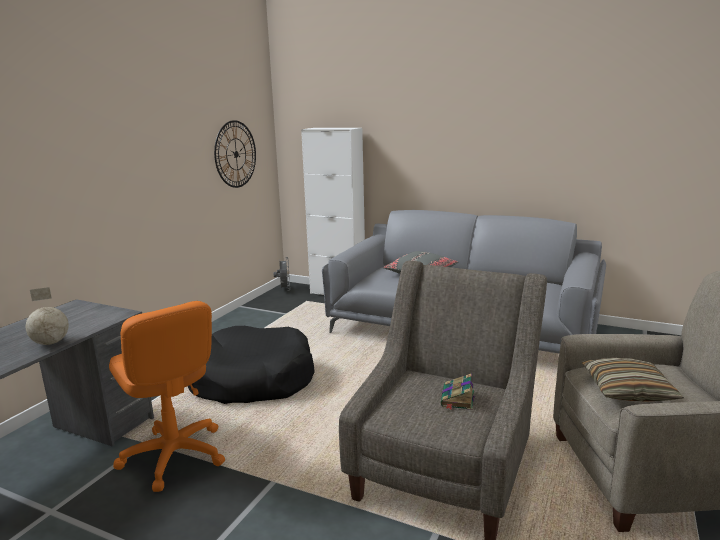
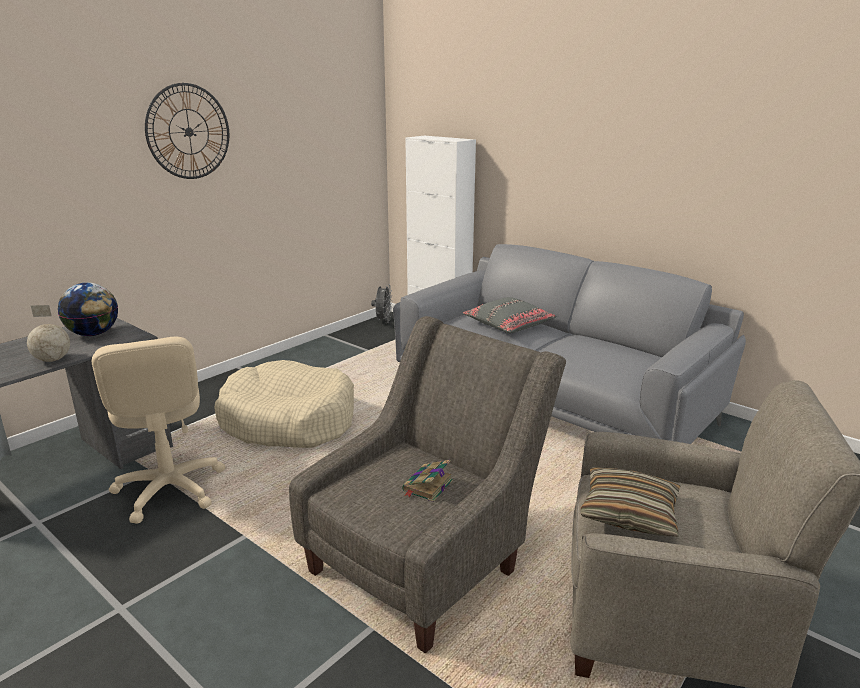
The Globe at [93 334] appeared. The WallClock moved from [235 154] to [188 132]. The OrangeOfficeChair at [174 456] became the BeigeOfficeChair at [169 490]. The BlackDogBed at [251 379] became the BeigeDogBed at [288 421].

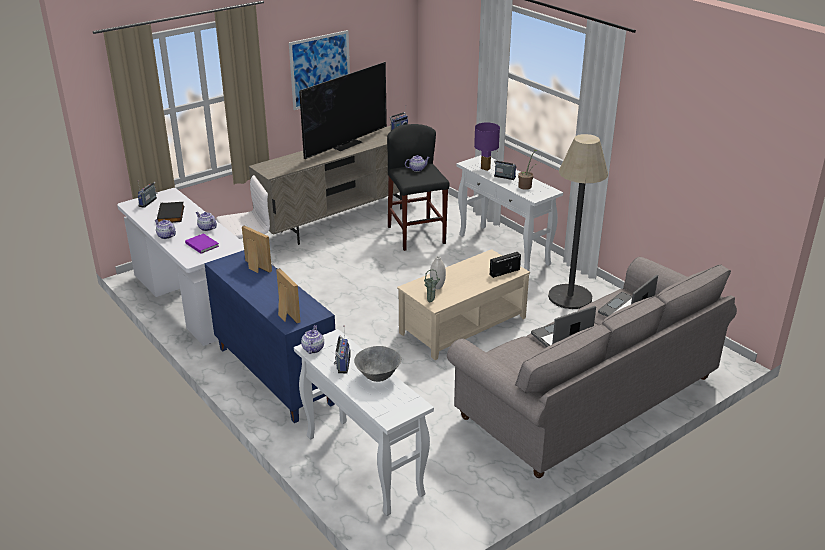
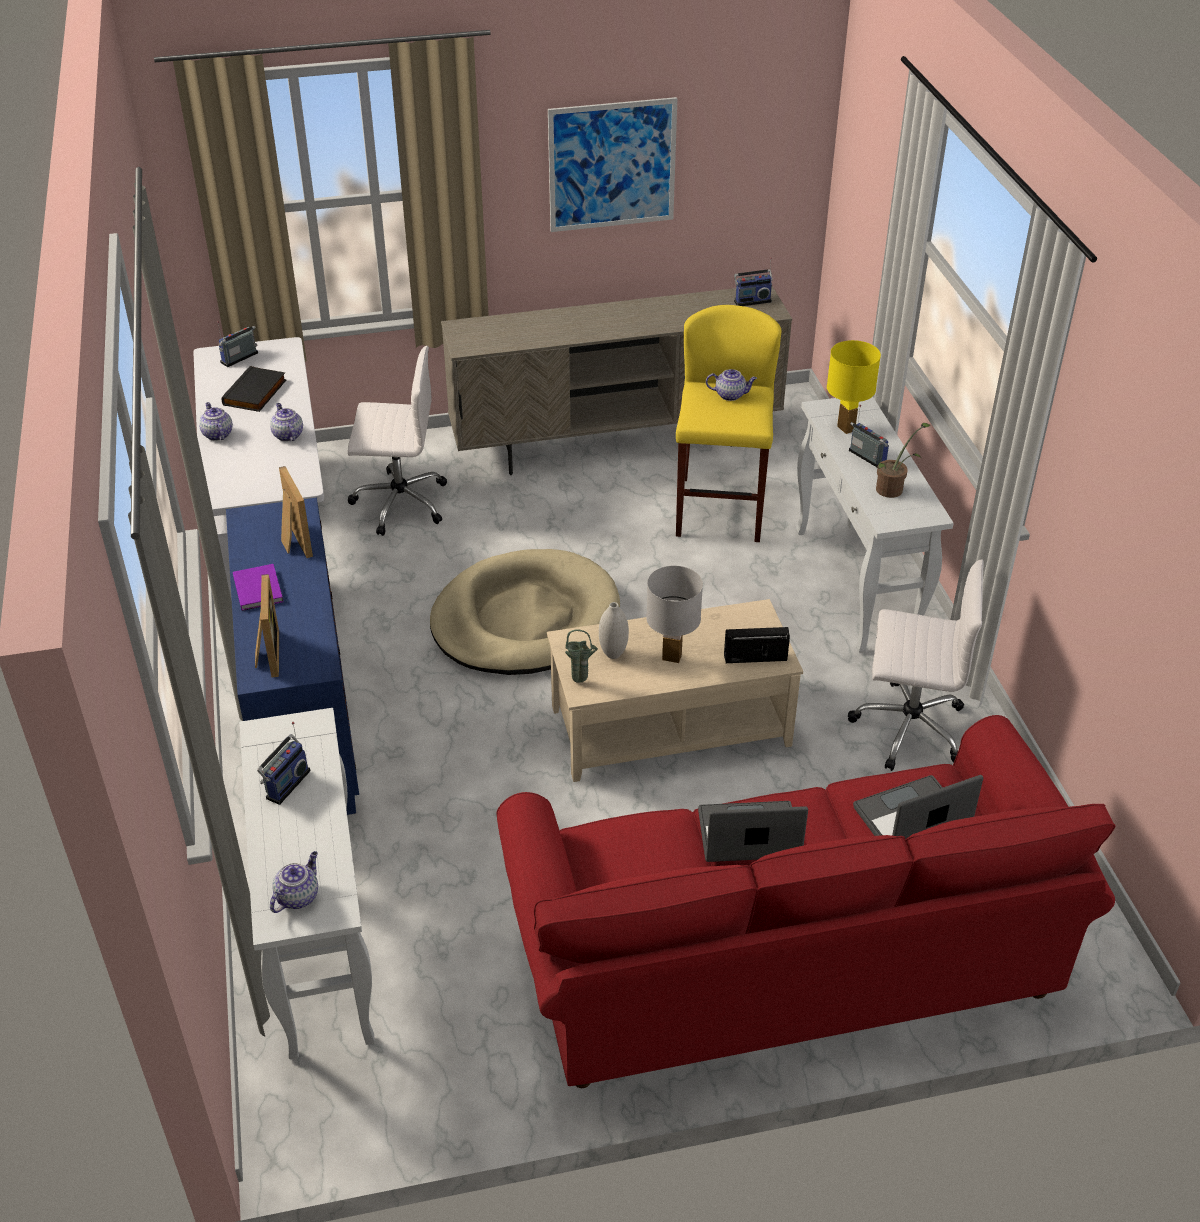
The Television at [346 144] disappeared. The GreyBowl at [378 377] disappeared. The BeigeDogBed at [525 620] appeared. The WhiteTableLamp at [672 657] appeared. The PurpleBook moved from [202 244] to [259 588]. The Teapot moved from [313 348] to [297 896]. The FloorLamp at [570 297] was replaced by the WhiteOfficeChair at [907 727]. The BlackStool at [416 235] became the YellowStool at [720 509]. The GreySofa at [587 398] became the RedSofa at [782 957]. The PurpleTableLamp at [485 168] became the YellowTableLamp at [845 428].

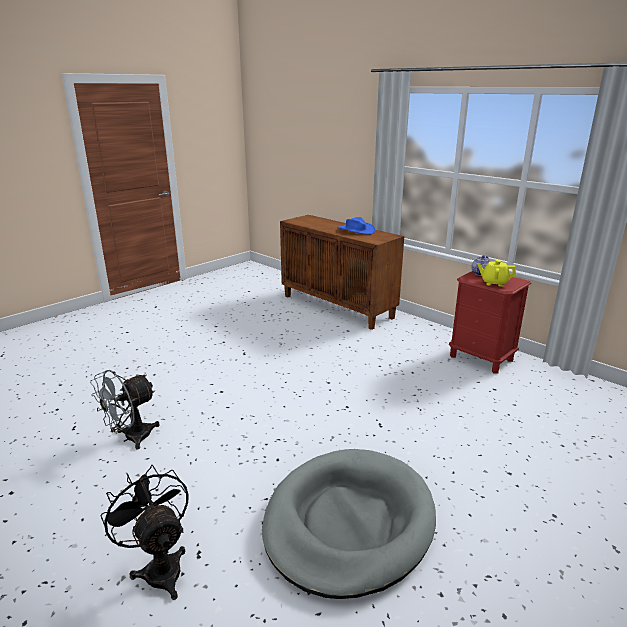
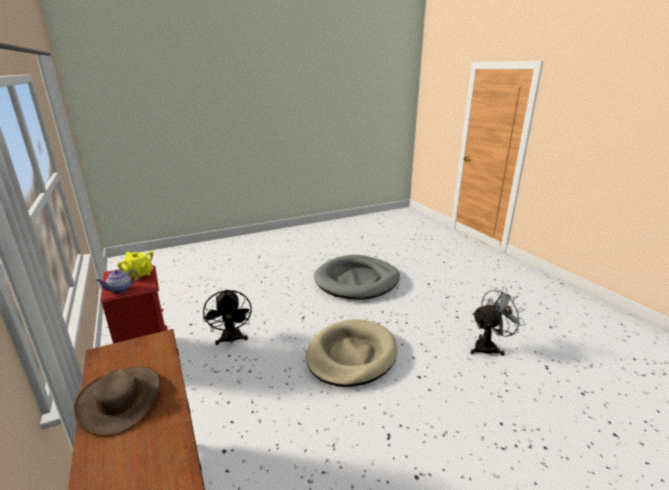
The BeigeDogBed at [351 355] appeared. The BlackFan moved from [159 567] to [231 340]. The BlueHat at [355 230] became the BrownHat at [121 399].

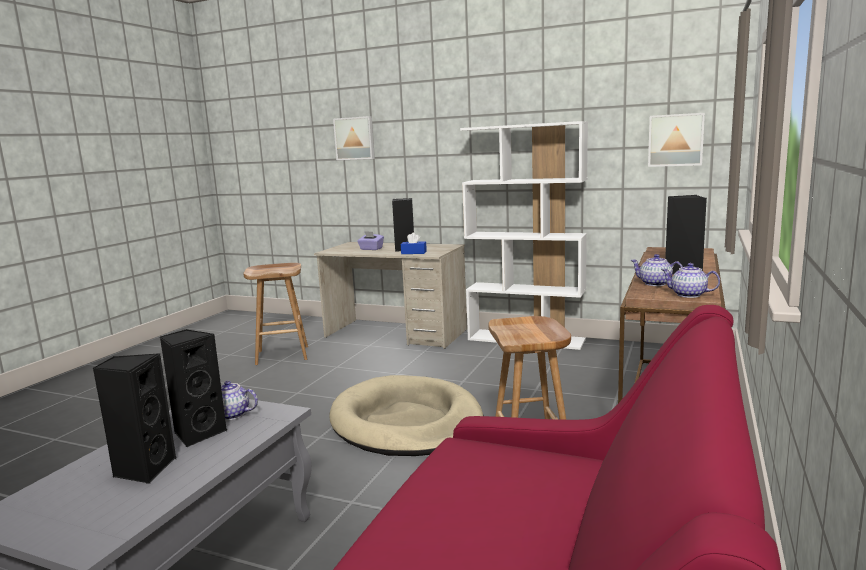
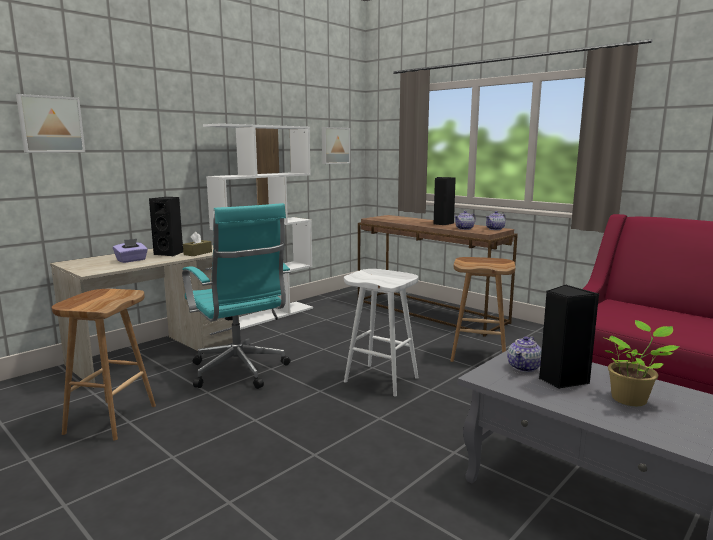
The TurquoiseOfficeChair at [240 372] appeared. The BlackSpeaker at [144 469] was replaced by the PottedPlant at [631 399]. The BeigeDogBed at [406 422] was replaced by the WhiteStool at [382 379]. The BlueTissueBox at [413 253] became the BrownTissueBox at [198 253].

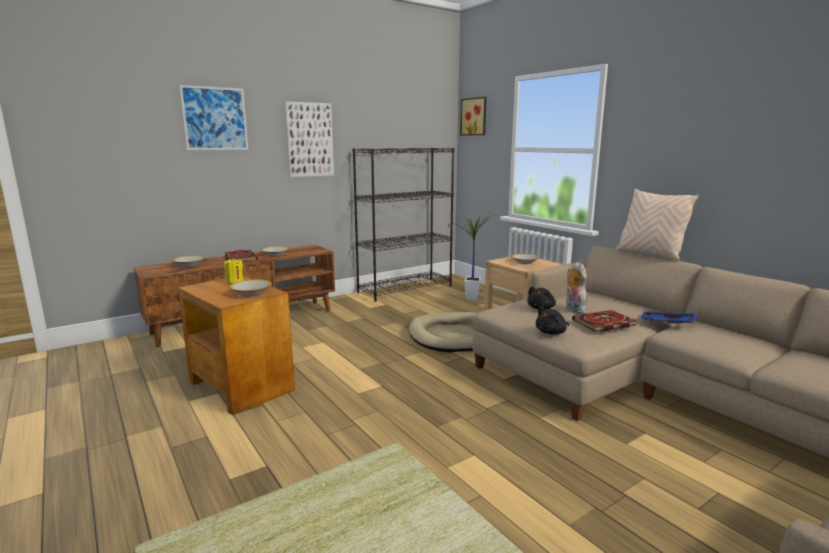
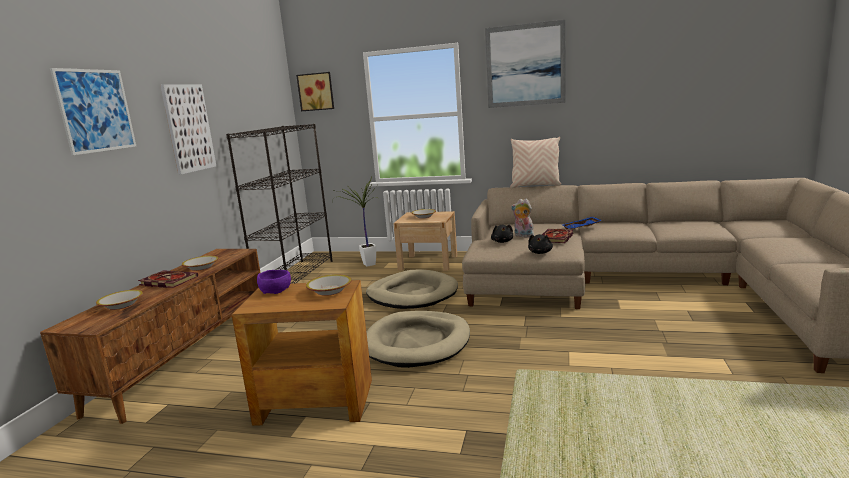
The BeigeDogBed at [417 342] appeared. The Picture at [525 65] appeared. The YellowCandle at [234 281] was replaced by the PurpleBowl at [276 290].

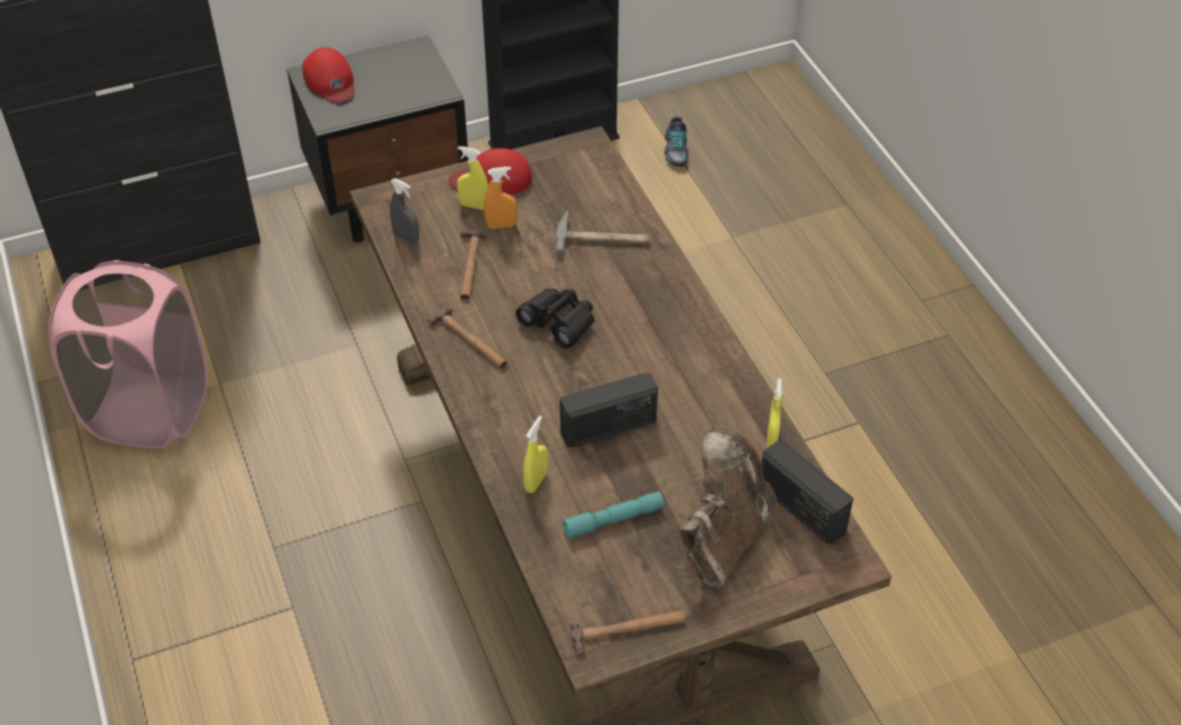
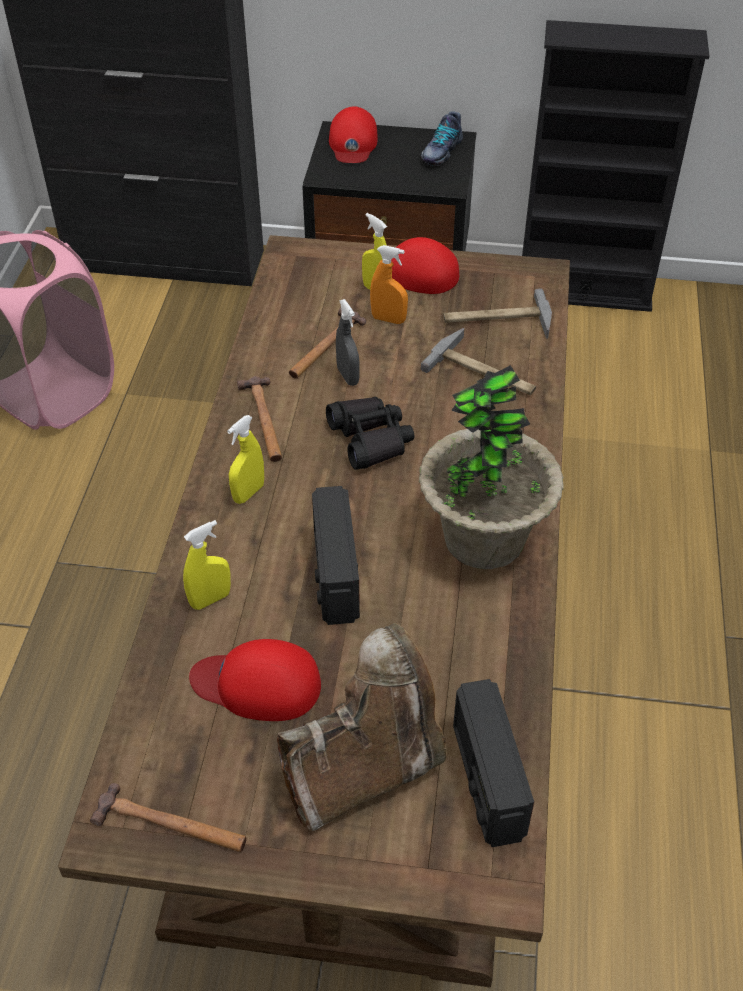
The PottedPlant at [483 538] appeared. The Hammer at [497 320] appeared. The GreySprayBottle moved from [406 238] to [348 376]. The Shoe moved from [675 151] to [441 151]. The YellowSprayBottle moved from [772 441] to [248 493]. The TurquoiseFlashlight at [613 520] was replaced by the RedCap at [258 684]. The Radio at [608 427] turned 75 degrees clockwise.

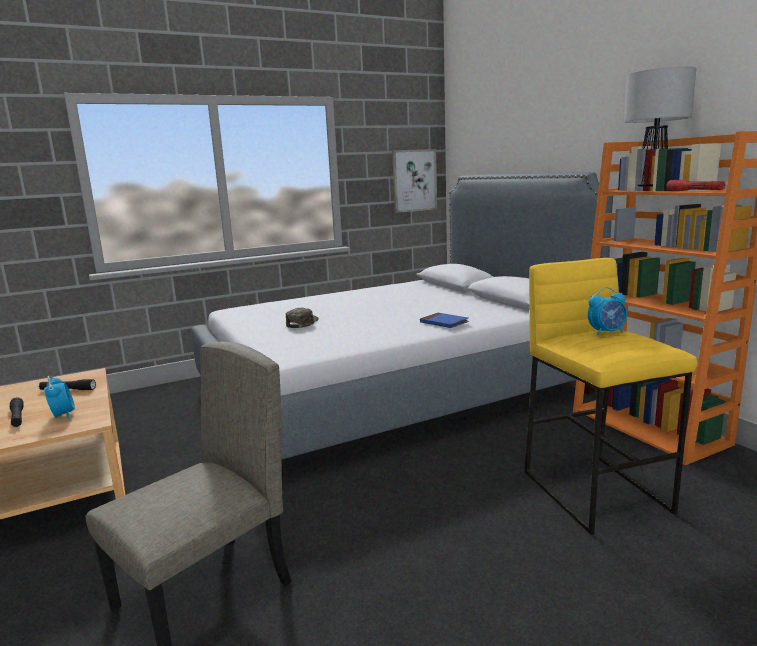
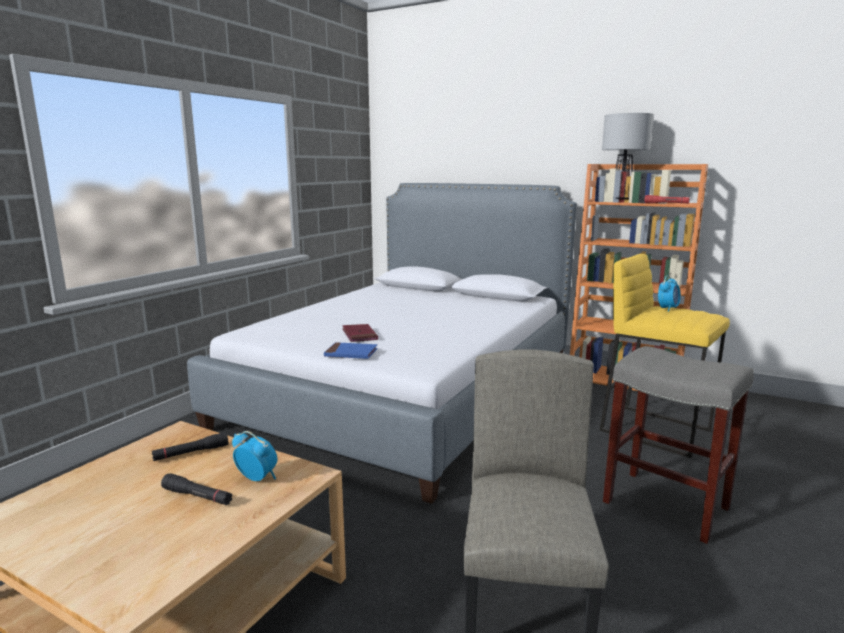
The Picture at [414 180] disappeared. The GreyStool at [667 505] appeared. The BlueBook moved from [444 323] to [351 353]. The GreenCap at [302 323] was replaced by the RedBook at [359 335].

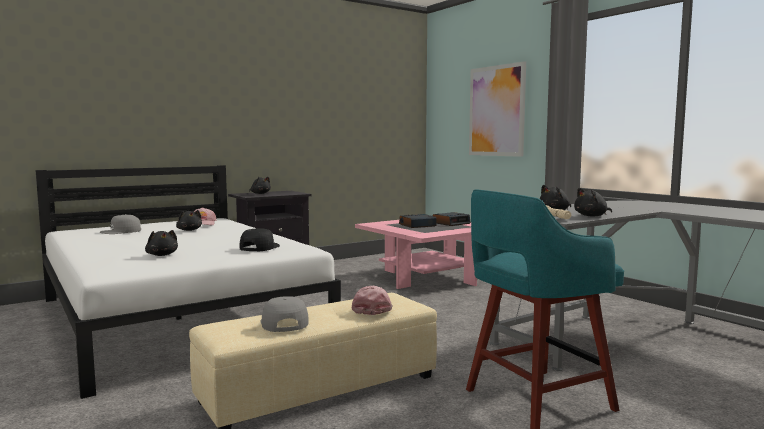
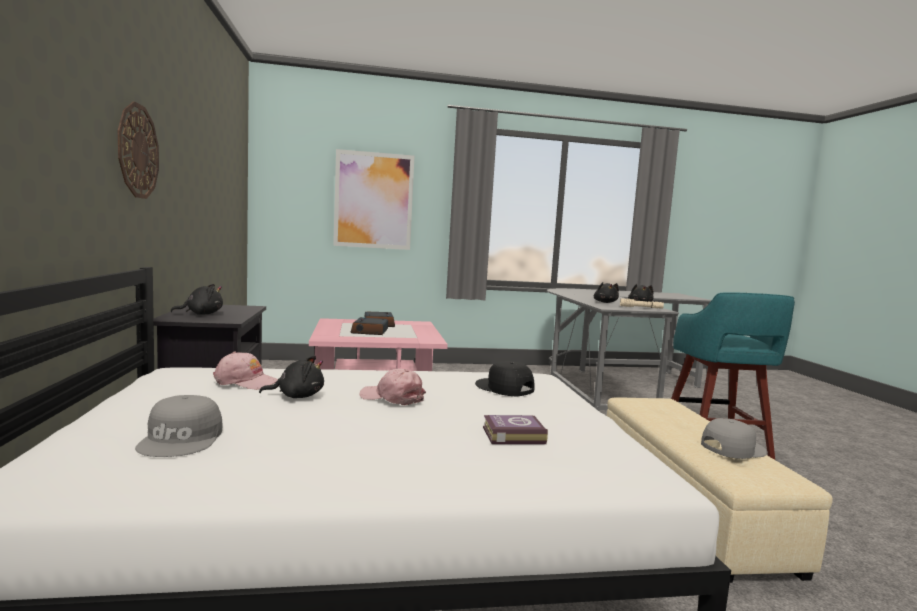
The WallClock at [137 151] appeared. The PinkCap moved from [371 308] to [392 397]. The BlackPlushToy at [162 255] was replaced by the Book at [511 435]. The GreyCap at [283 322] turned 150 degrees clockwise.

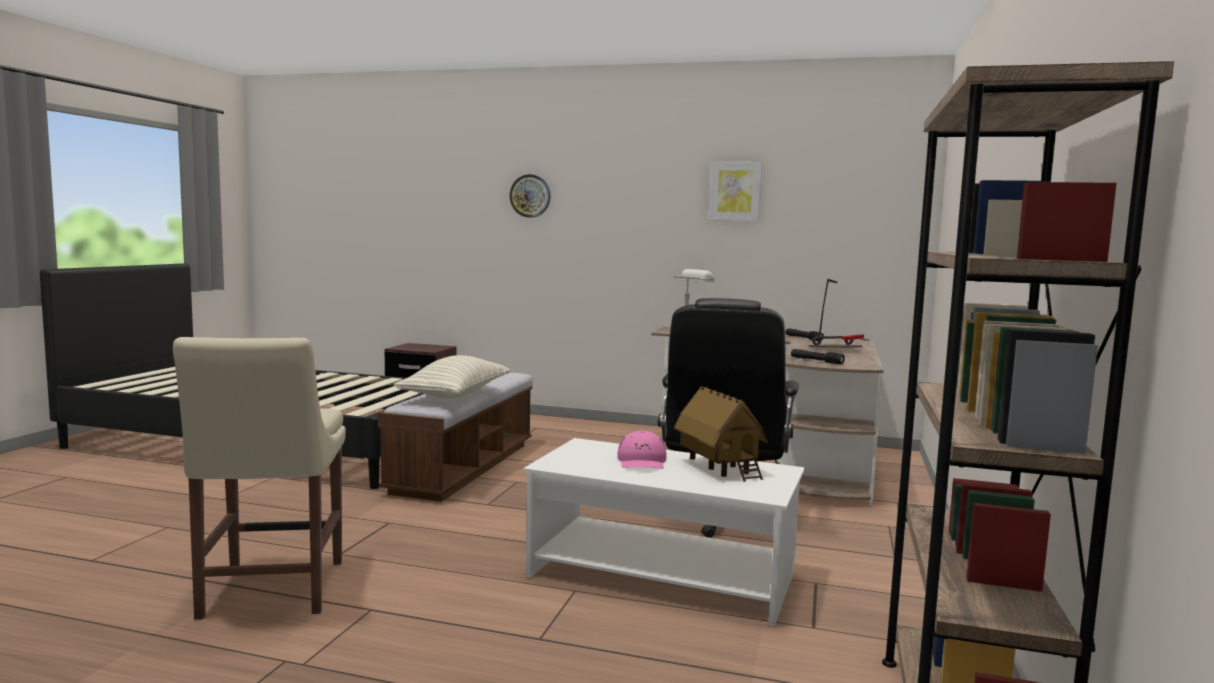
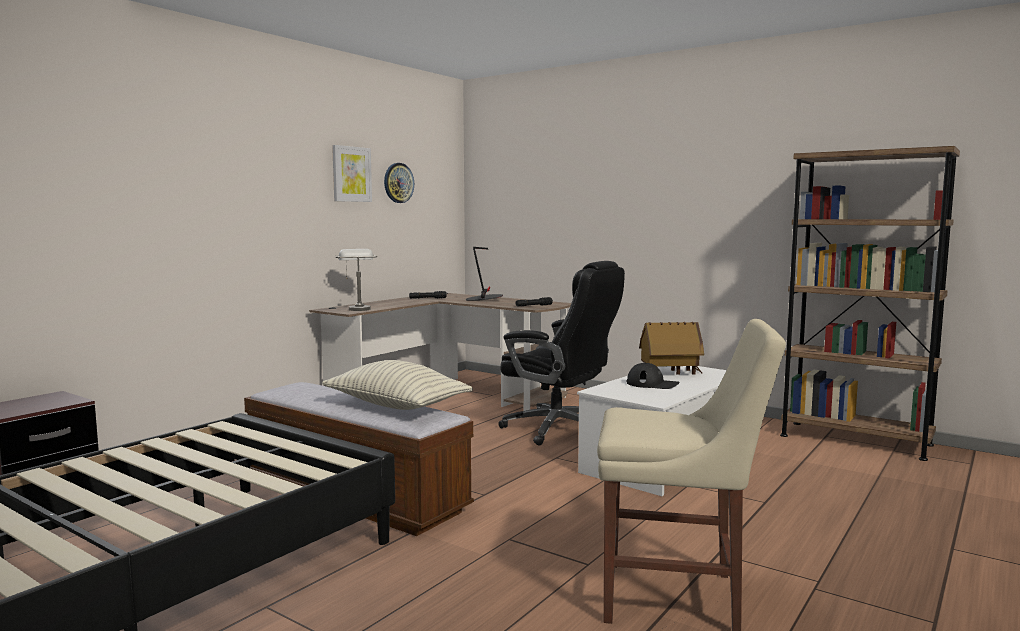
The WallClock moved from [530 196] to [398 183]. The PinkCap at [642 461] became the BlackCap at [652 384].

